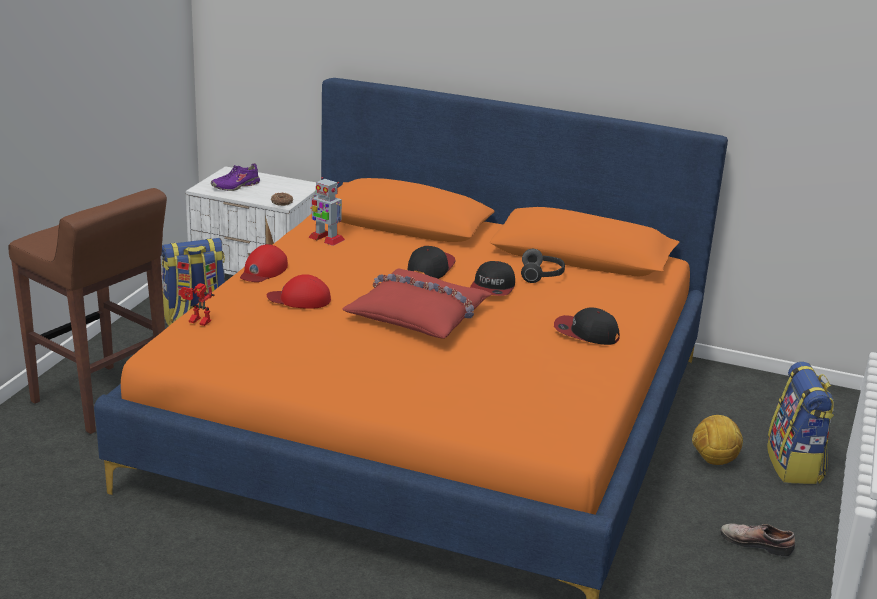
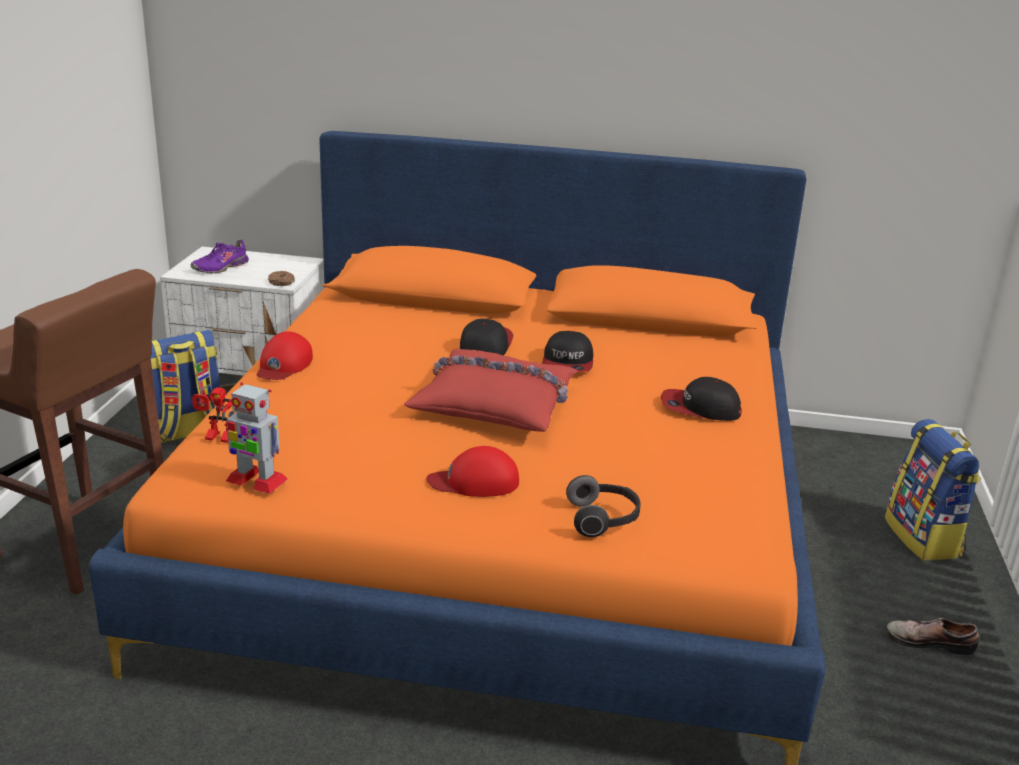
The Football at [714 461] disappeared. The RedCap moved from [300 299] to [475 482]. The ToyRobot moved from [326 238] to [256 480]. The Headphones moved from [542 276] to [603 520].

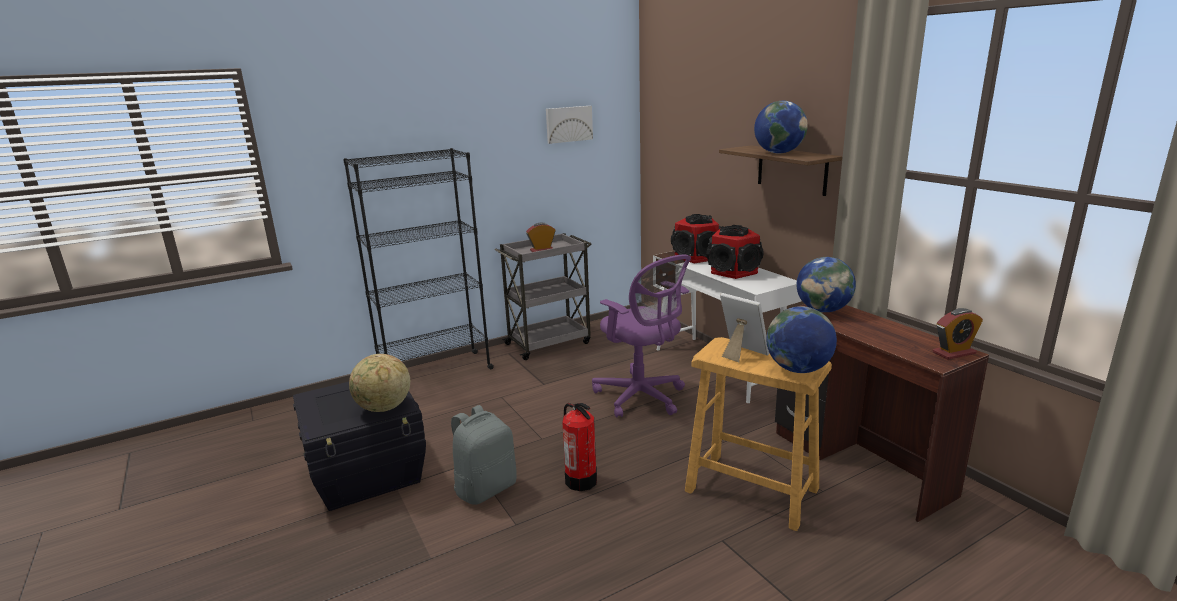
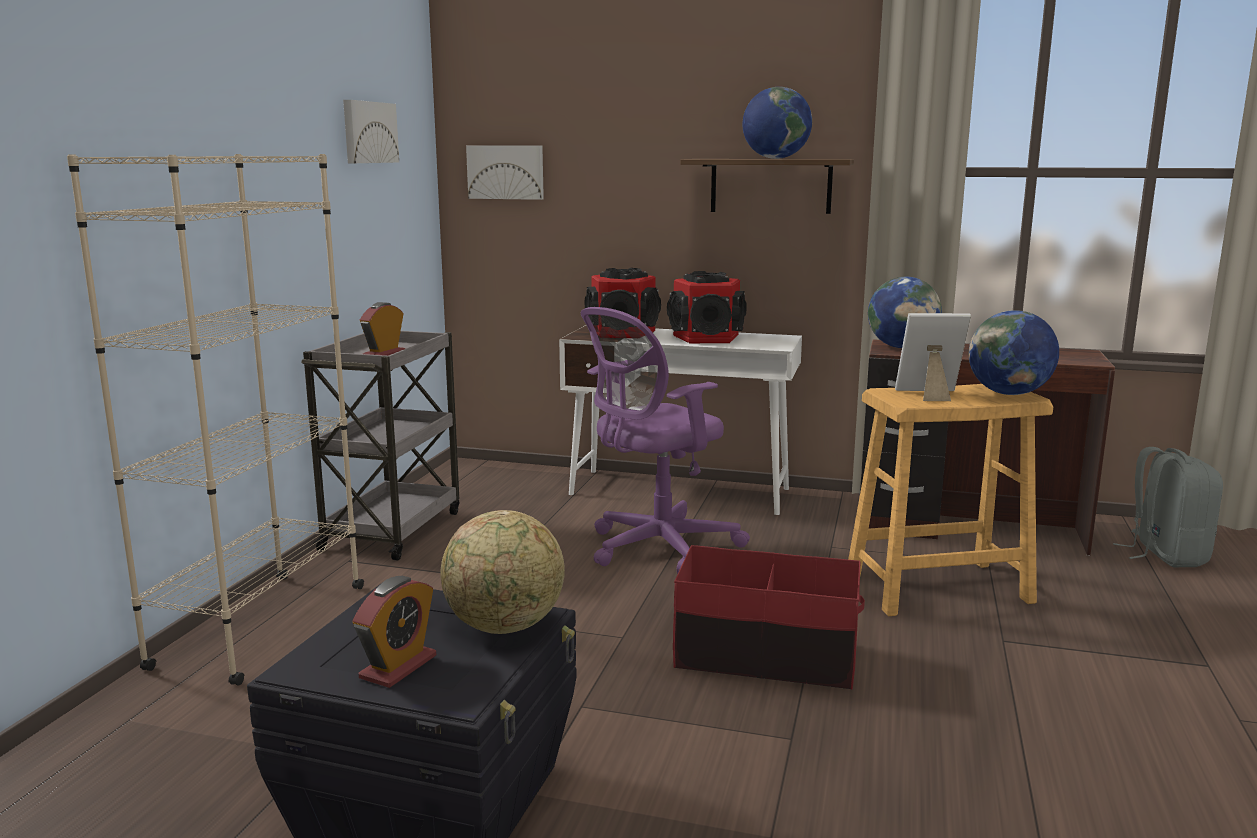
The Picture at [506 172] appeared. The GreyBackpack moved from [486 488] to [1164 555]. The AlarmClock moved from [954 353] to [398 667]. The FireExtinguisher at [581 480] was replaced by the RedStorageBox at [766 657]. The BlackBookcase at [436 373] became the BeigeBookcase at [260 626]. The PurpleOfficeChair at [642 397] turned 135 degrees clockwise.

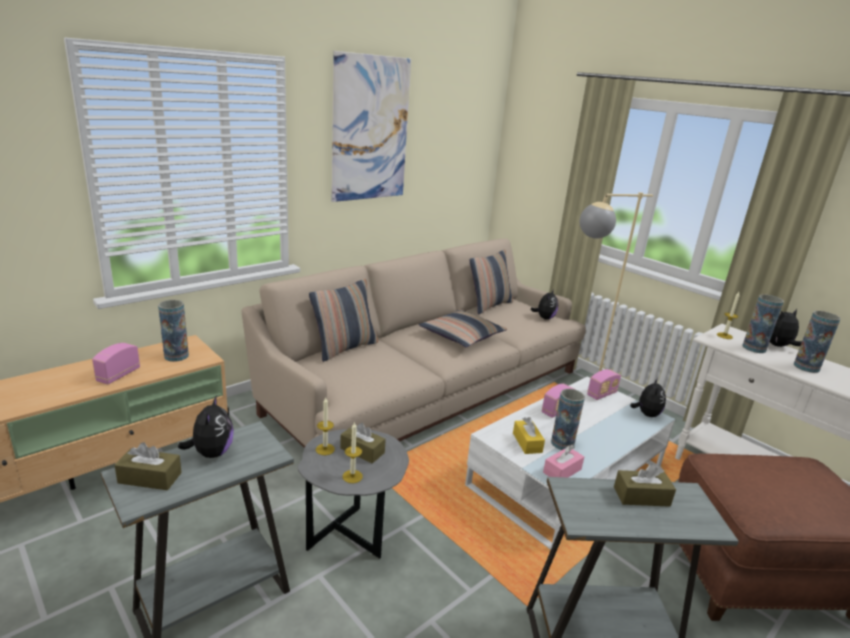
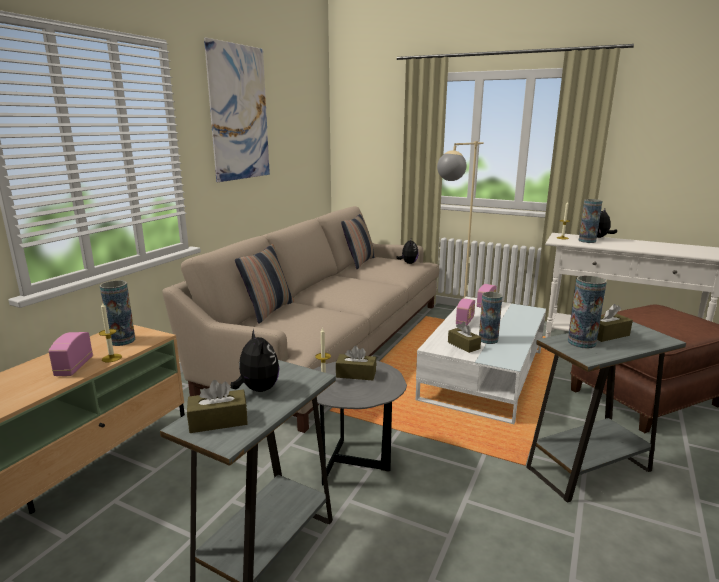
The Pillow at [461 336] disappeared. The PinkTissueBox at [562 471] disappeared. The PlushToy at [646 414] disappeared. The Candle moved from [352 476] to [112 358]. The Vase moved from [806 367] to [581 342]. The YellowTissueBox at [527 443] became the BrownTissueBox at [463 345].

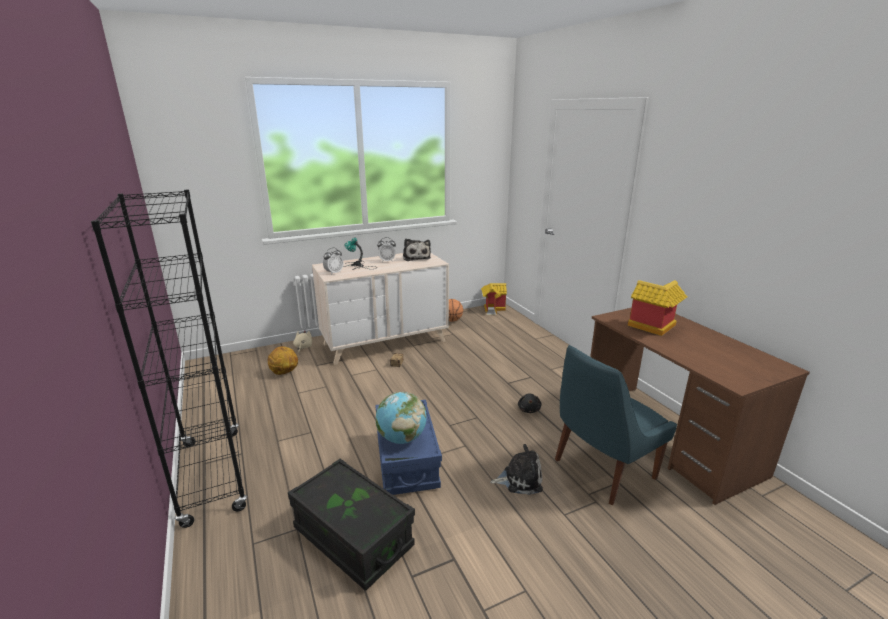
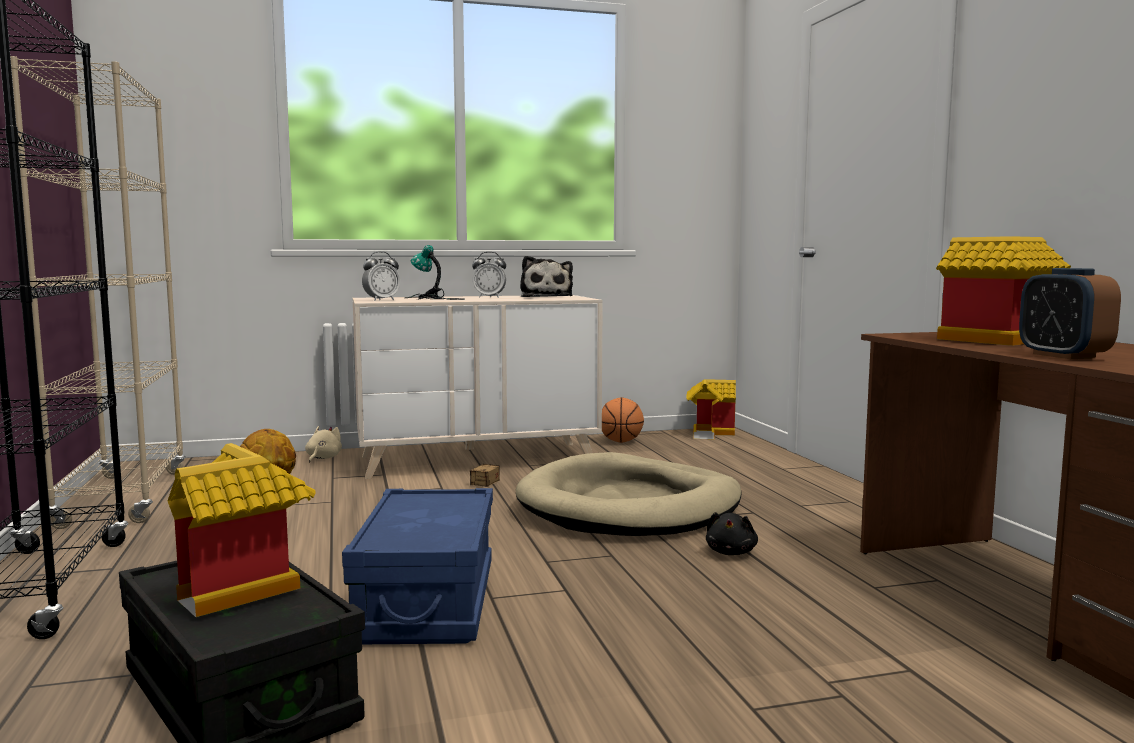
The Globe at [401 438] disappeared. The PlushToy at [519 479] disappeared. The BlueChair at [601 470] disappeared. The BeigeBookcase at [124 498] appeared. The ToyHouse at [245 589] appeared. The BeigeDogBed at [630 506] appeared. The AlarmClock at [1063 356] appeared.

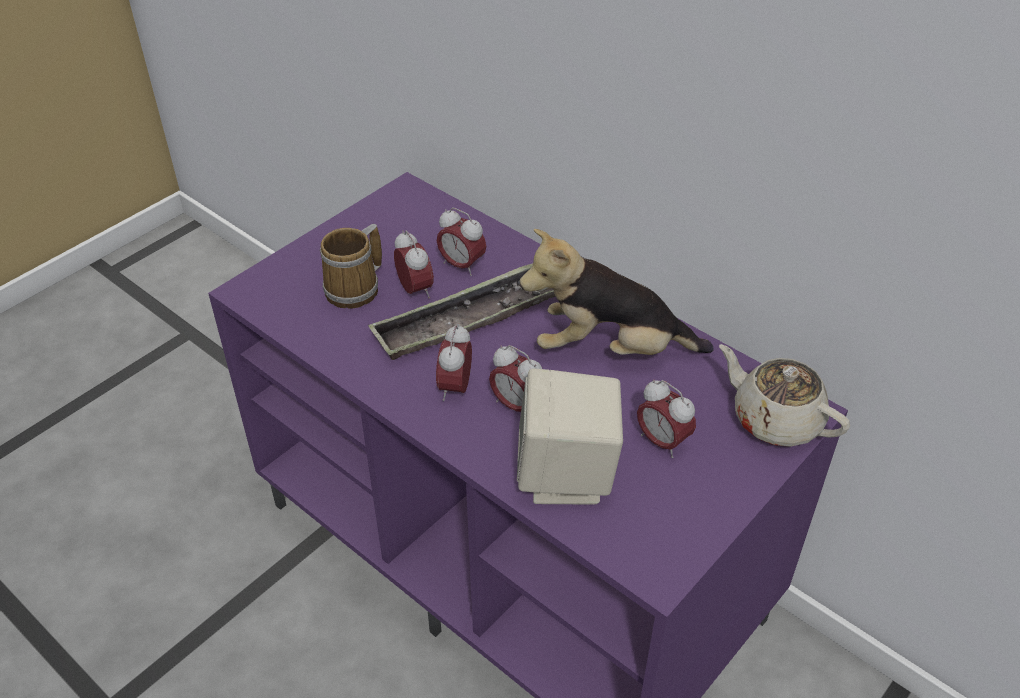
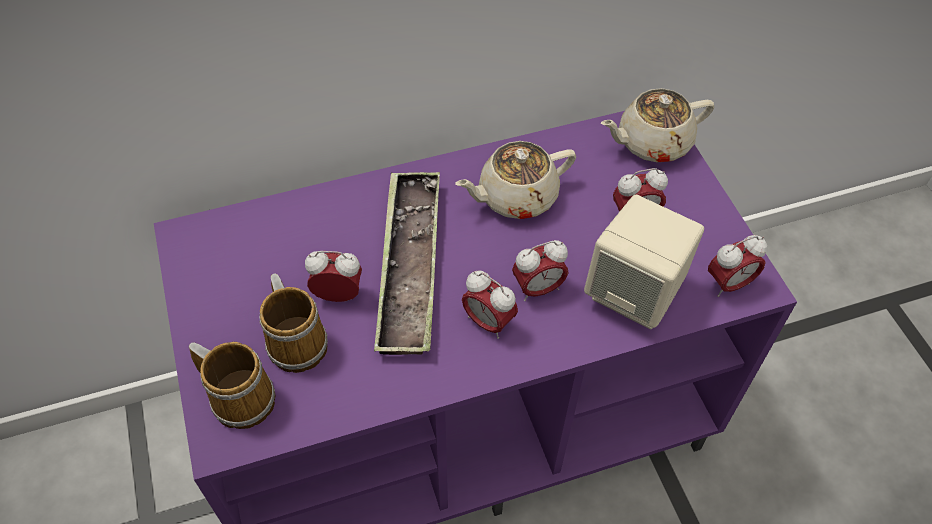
The Mug at [241 396] appeared. The AlarmClock moved from [461 265] to [728 284]. The PlushToy at [610 349] was replaced by the BeigeTeapot at [515 197].

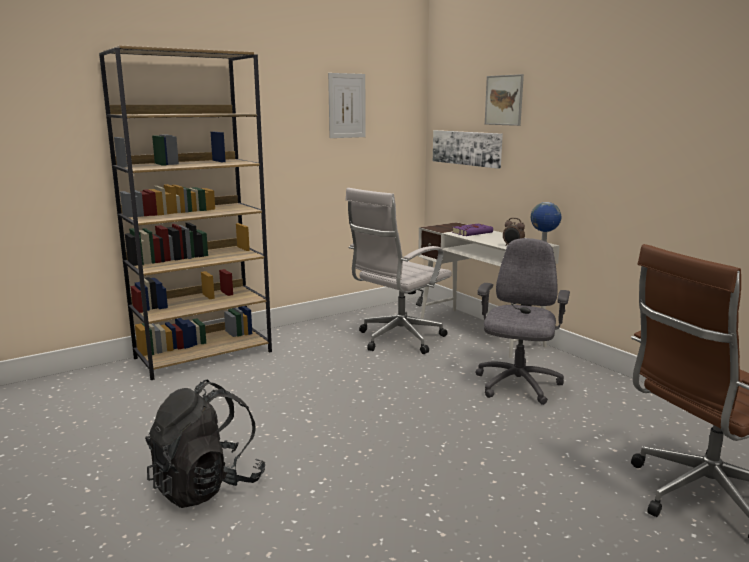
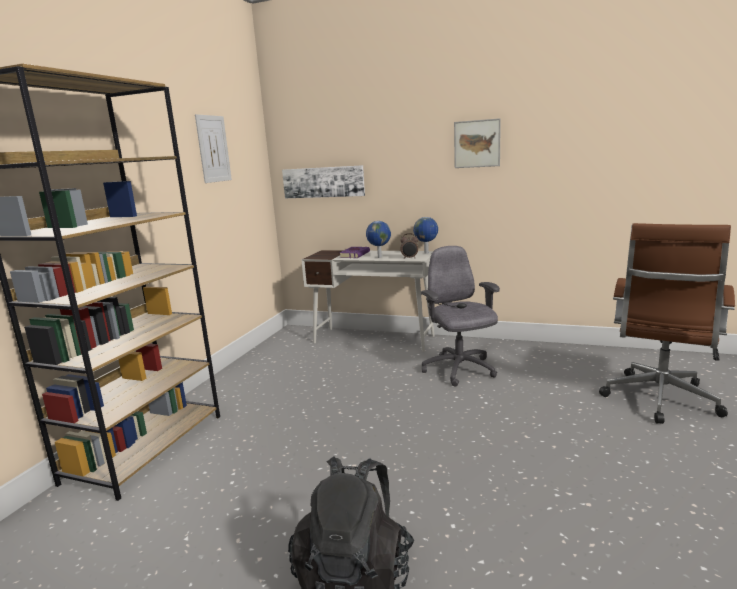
The WhiteOfficeChair at [397 340] disappeared. The Globe at [379 257] appeared. The Picture moved from [504 100] to [477 144].

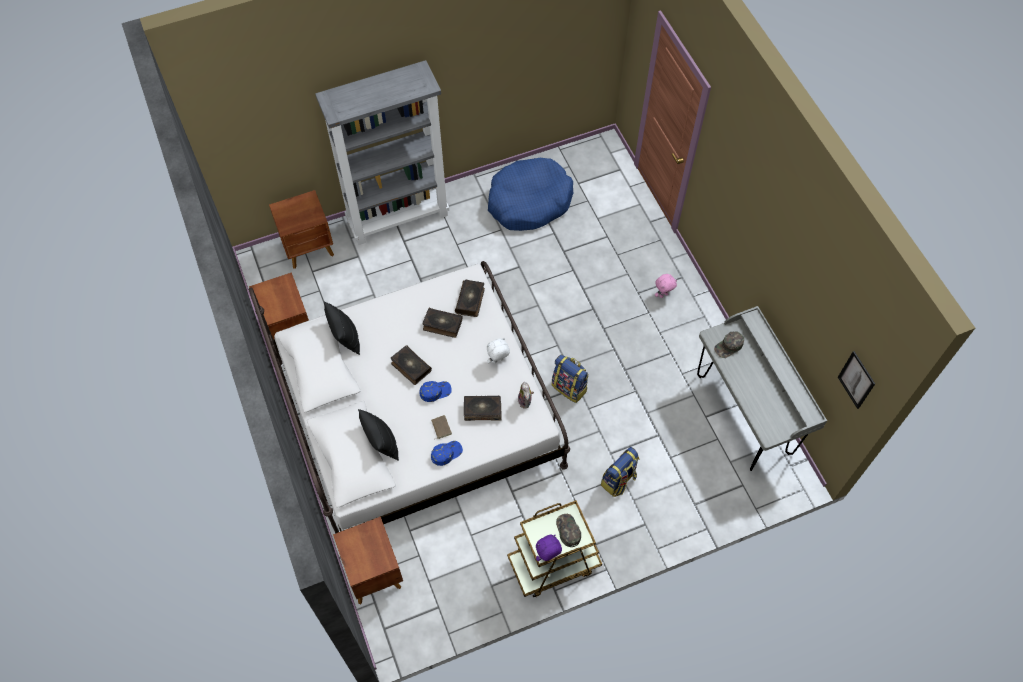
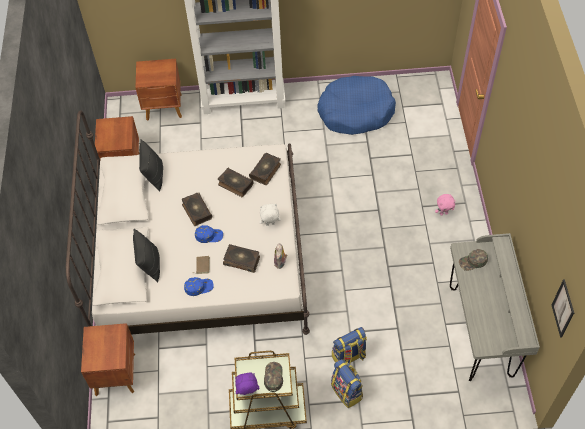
The Backpack moved from [570 387] to [347 391].

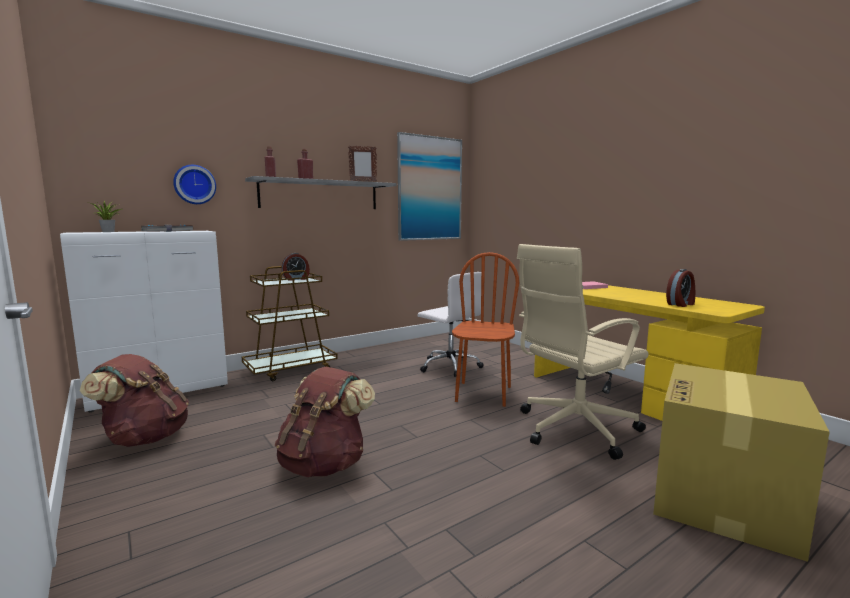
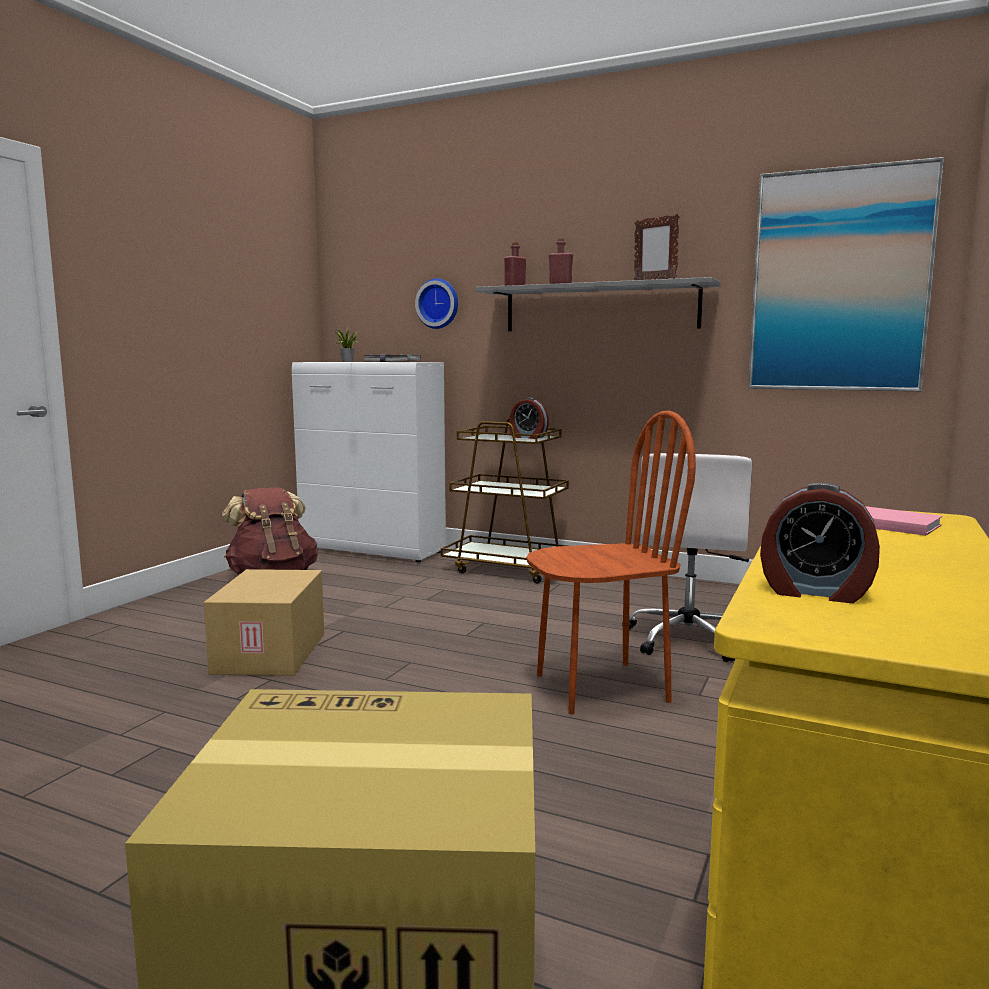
The BeigeOfficeChair at [574 429] disappeared. The BrownBackpack at [324 464] was replaced by the CardboardBox at [272 653].

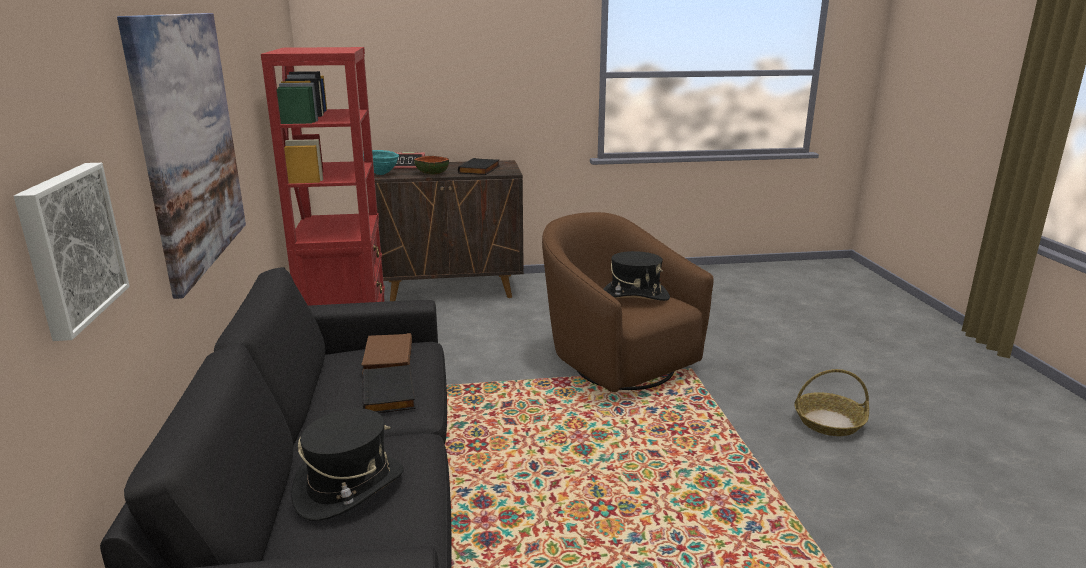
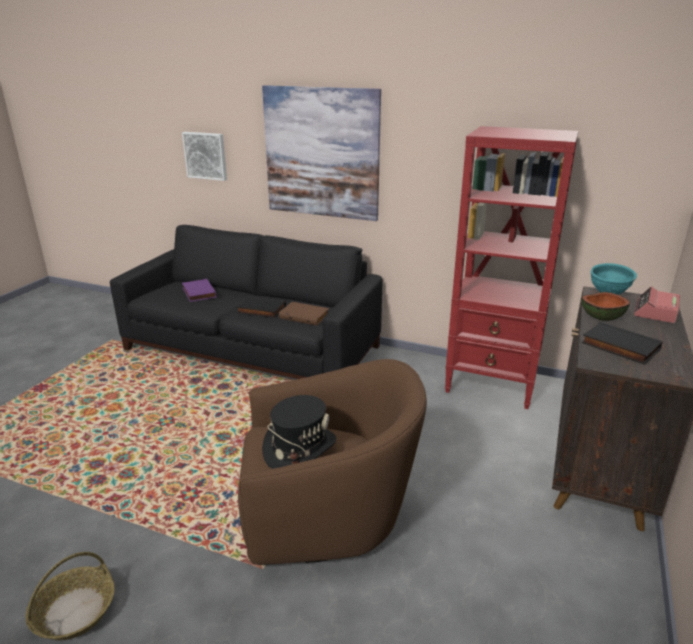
The BlackHat at [349 487] was replaced by the PurpleBook at [198 292].

